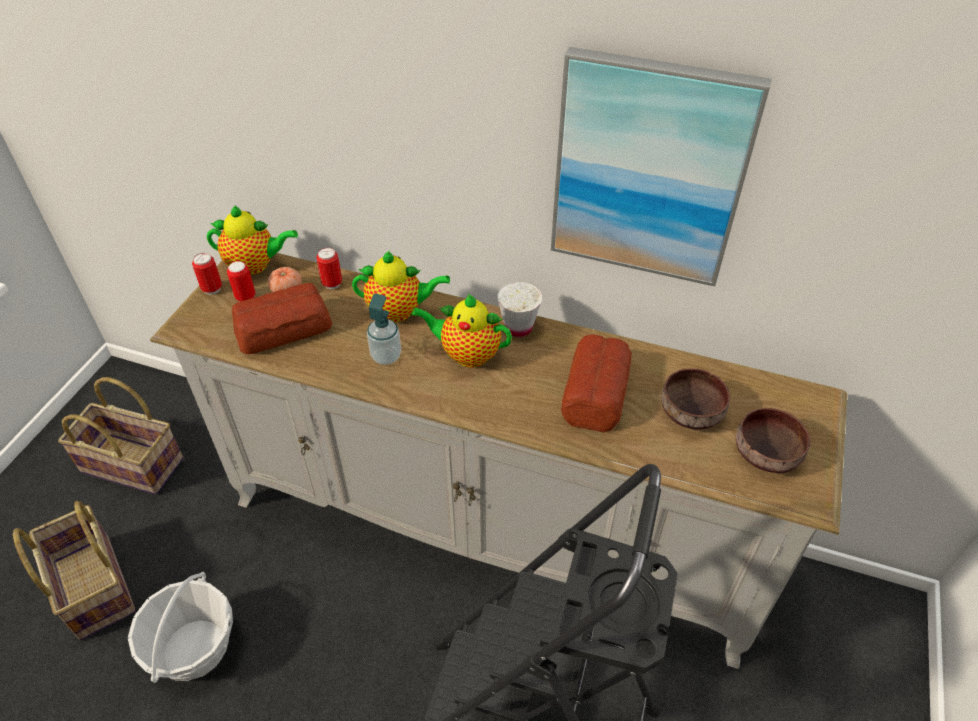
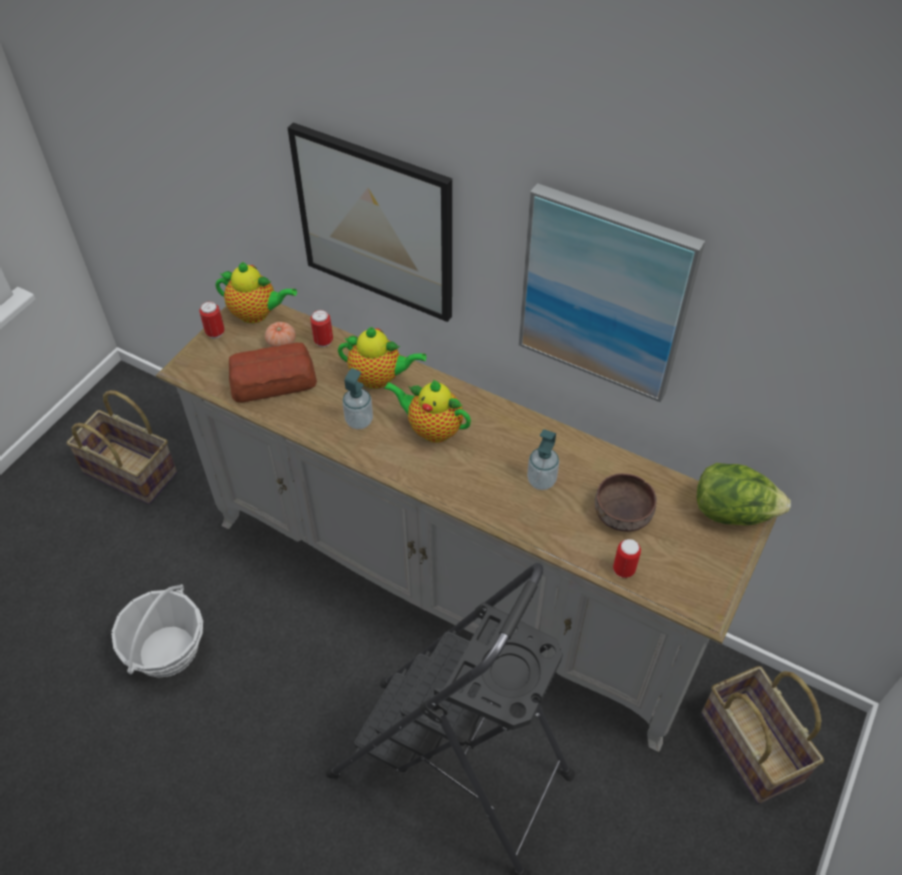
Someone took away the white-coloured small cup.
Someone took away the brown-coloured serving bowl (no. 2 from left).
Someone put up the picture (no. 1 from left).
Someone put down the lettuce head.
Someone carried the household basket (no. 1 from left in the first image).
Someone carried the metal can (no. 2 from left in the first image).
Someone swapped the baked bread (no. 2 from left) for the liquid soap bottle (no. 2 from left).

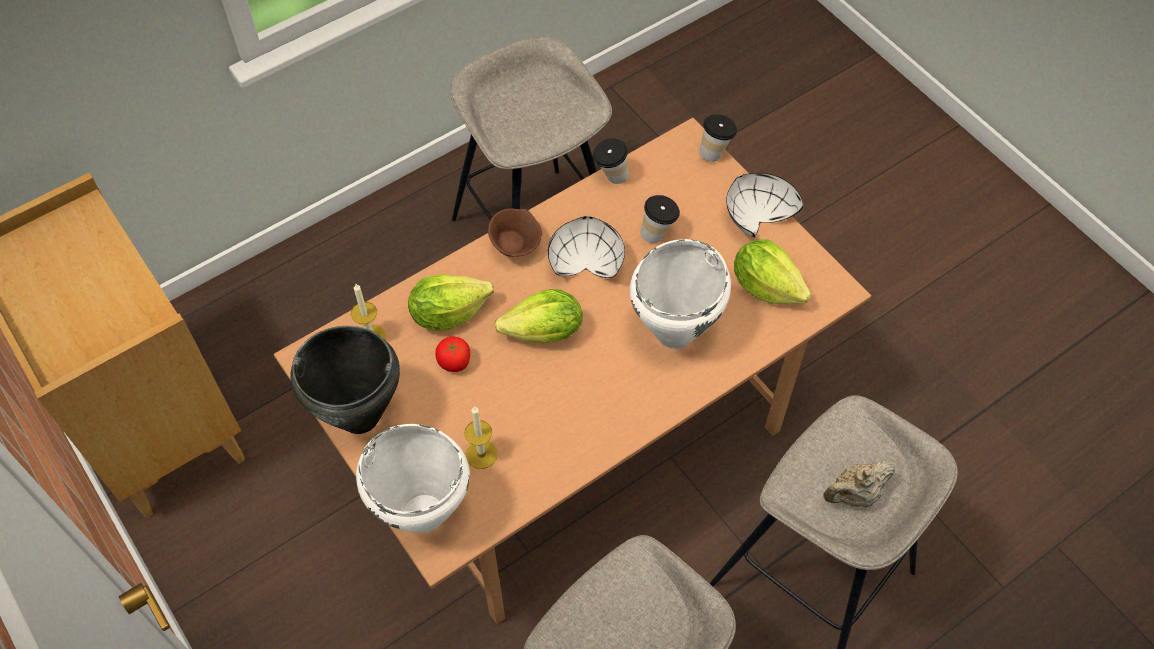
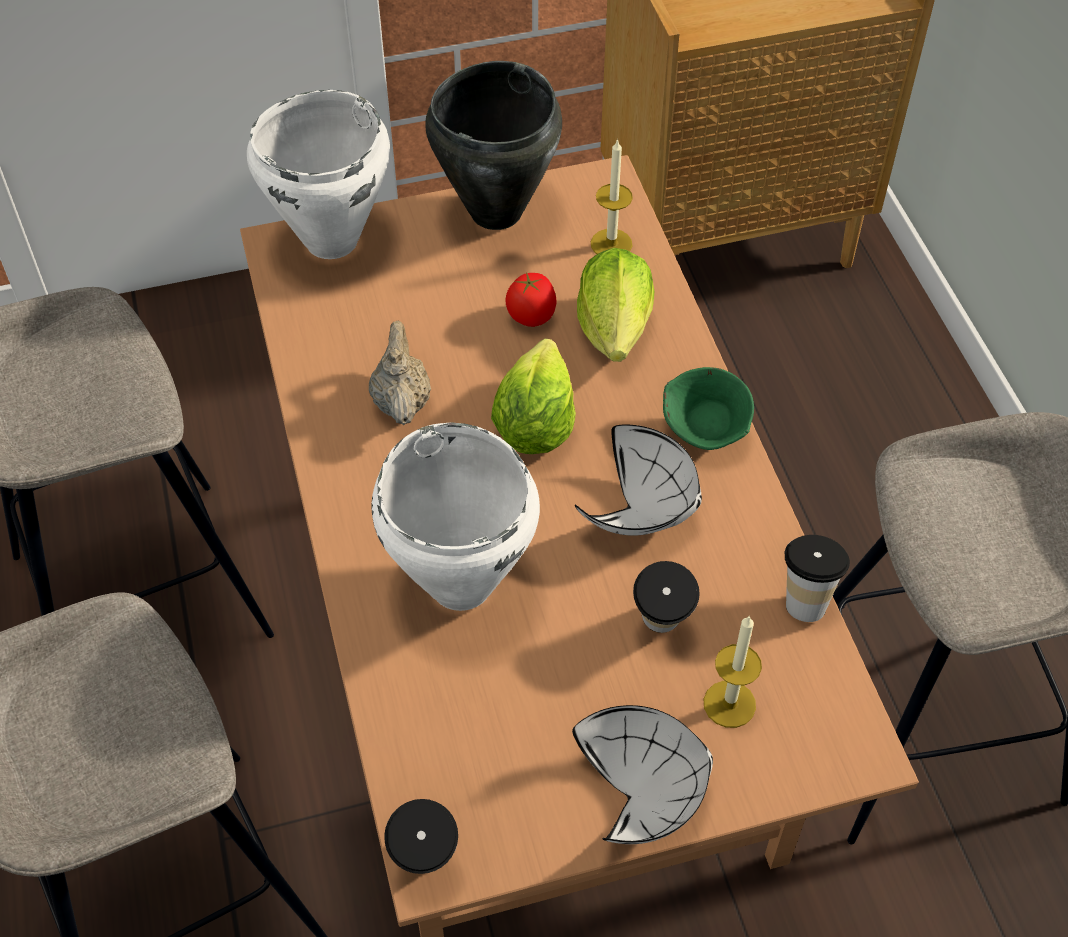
Someone took away the lettuce head (no. 3 from left).
Someone carried the wax candle (no. 2 from left).
Someone carried the small cup (no. 3 from left in the first image).
Someone carried the sand-coloured tea pot.
Someone repainted the brown-coloured serving bowl, which became the green-coloured serving bowl.

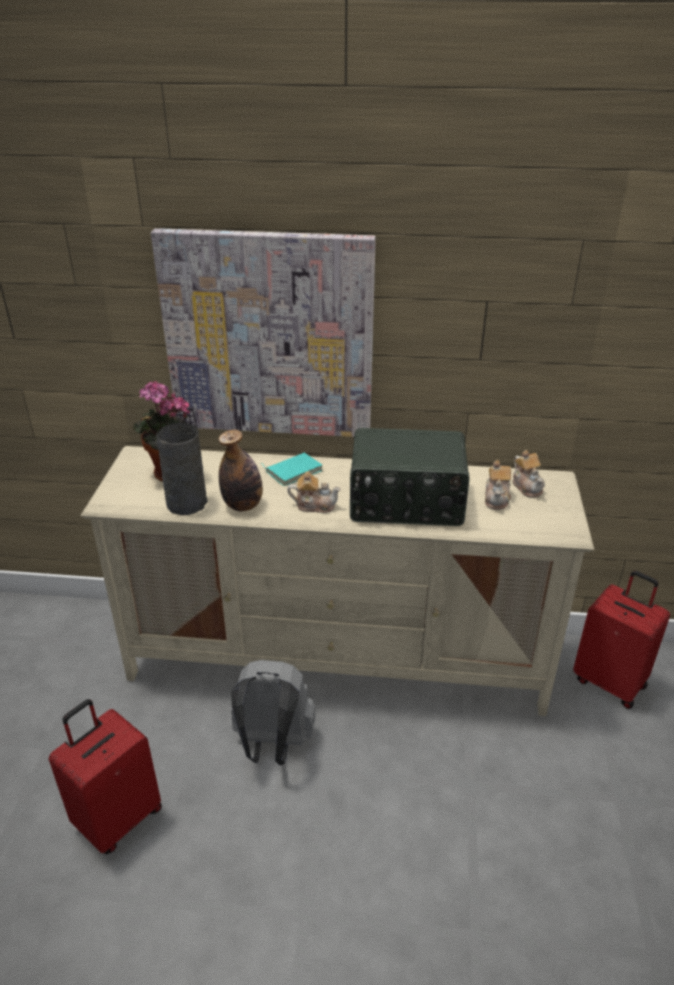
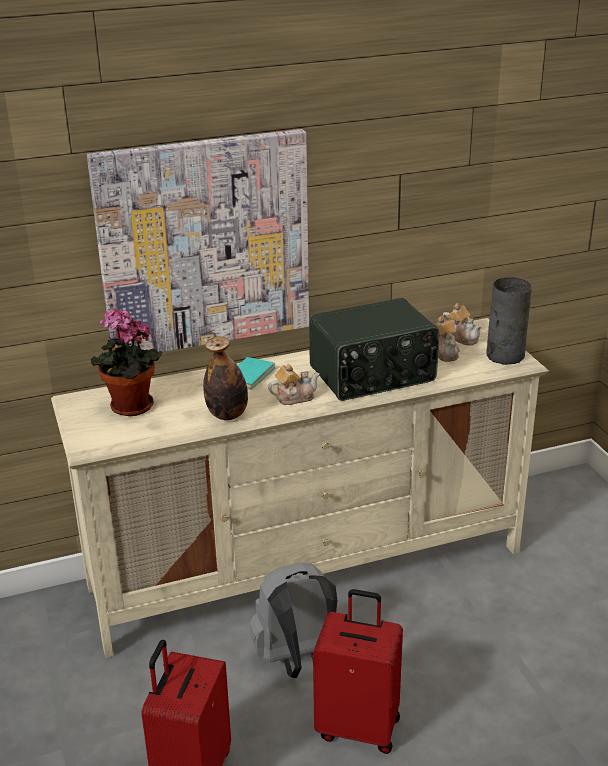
Someone carried the gray decorative vase.
Someone carried the reddish travel case (no. 2 from left).

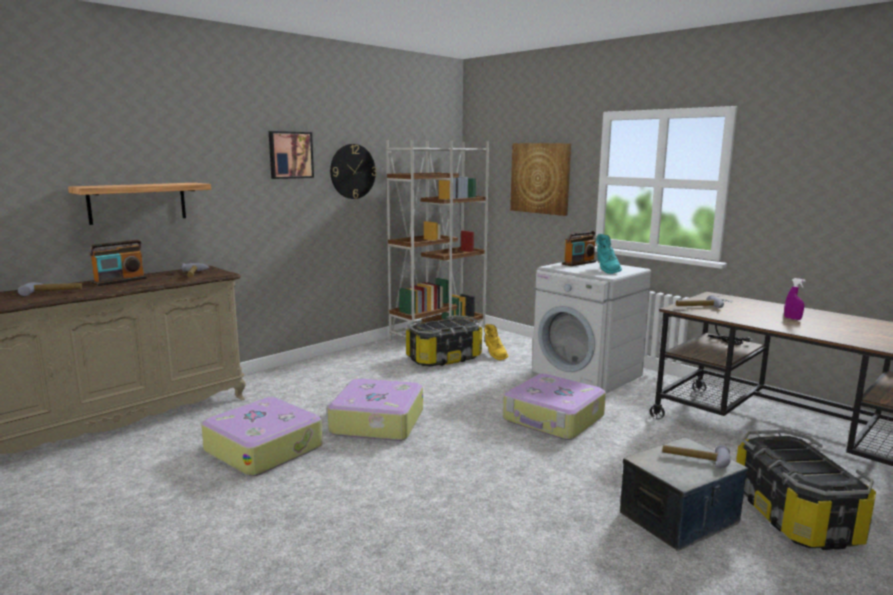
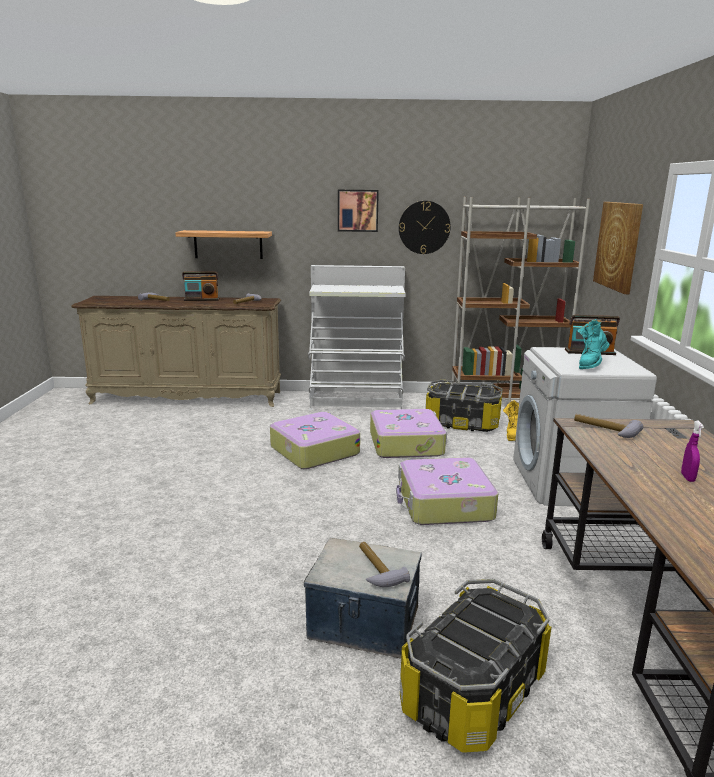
Someone put down the white-coloured shoe shelf.
Someone carried the travel case (no. 1 from left in the first image).

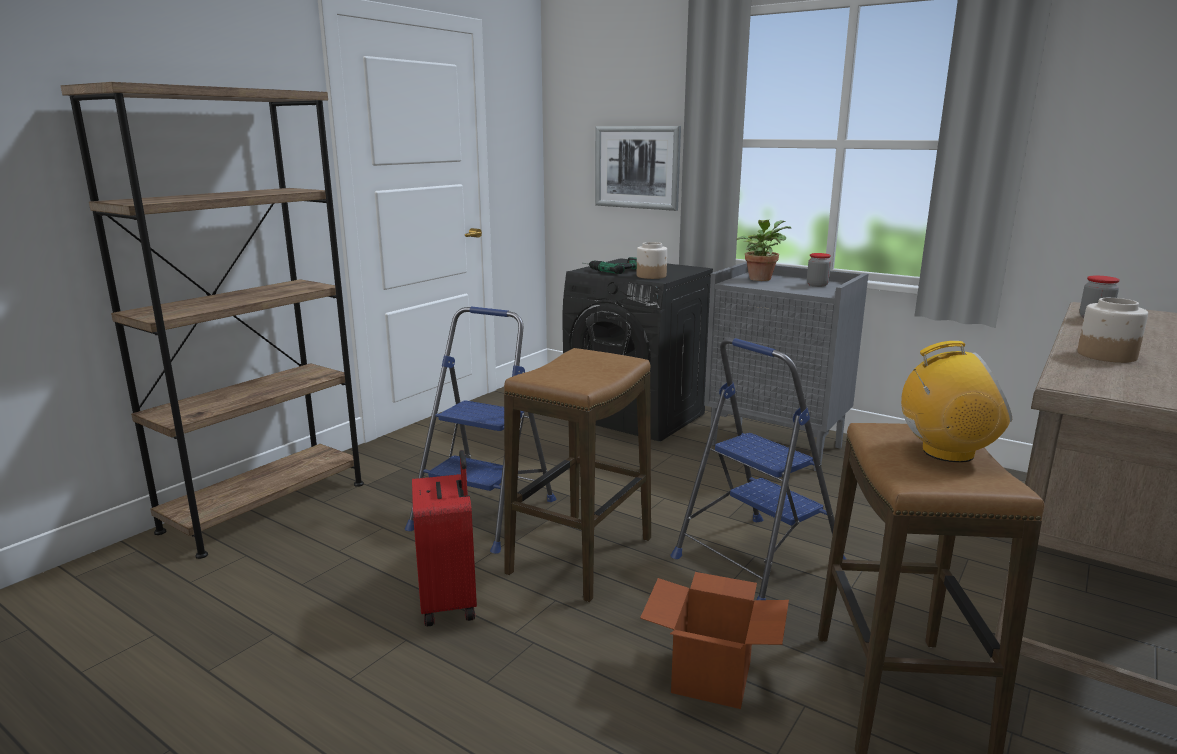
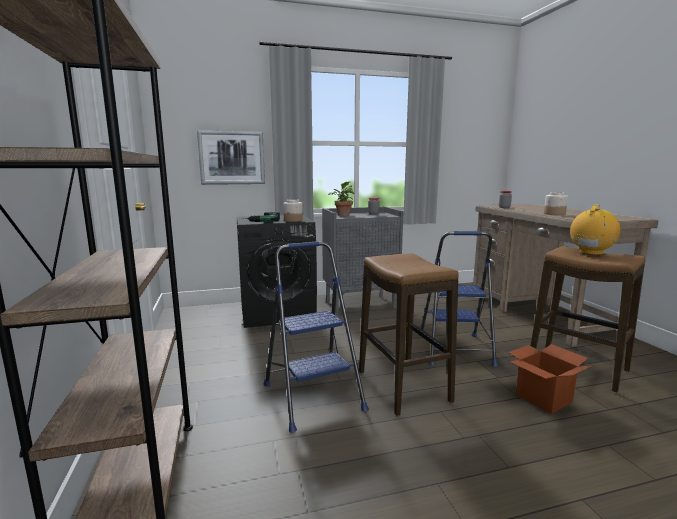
Someone took away the reddish travel case.

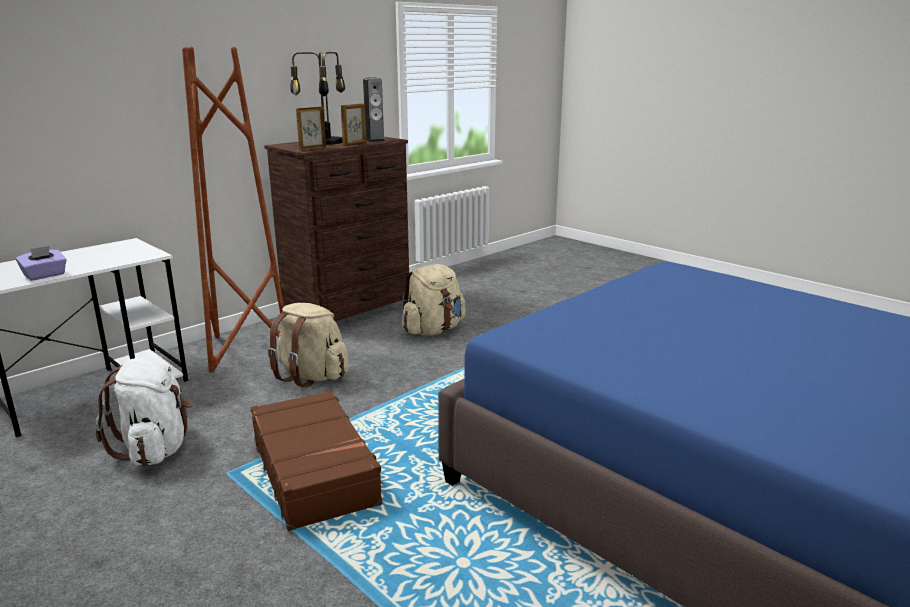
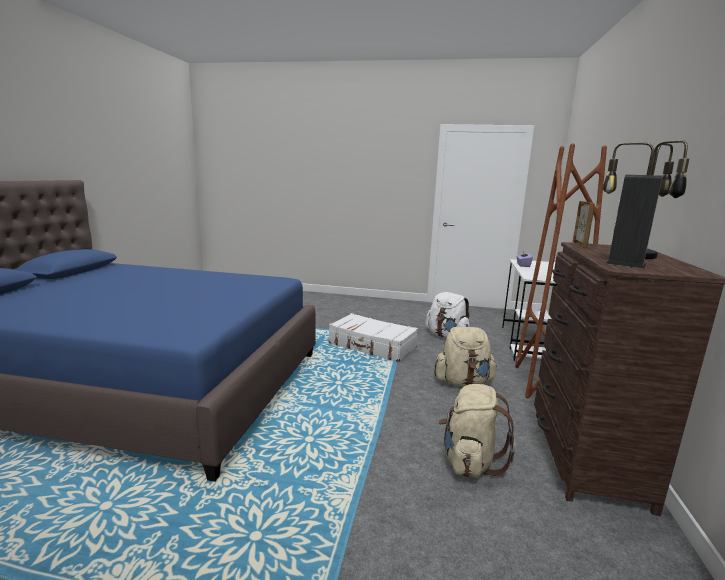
Someone took away the picture frame (no. 2 from left).
Someone repainted the brown-coloured travel case, which became the white-coloured travel case.

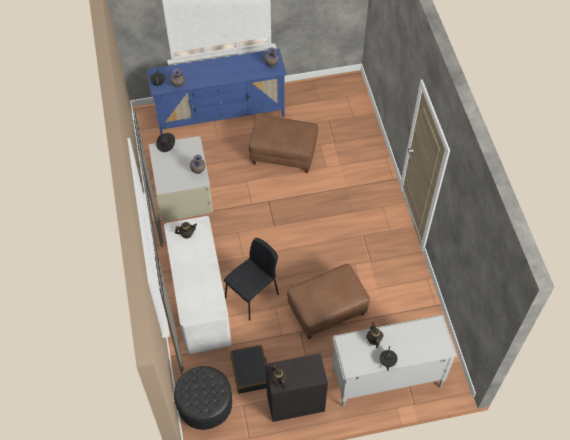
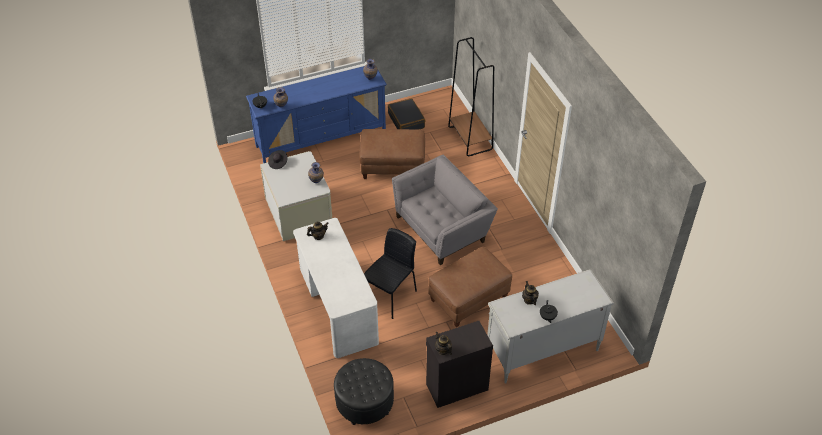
Someone put down the gray armchair.
Someone put down the garment rack.
Someone carried the blackish travel case.

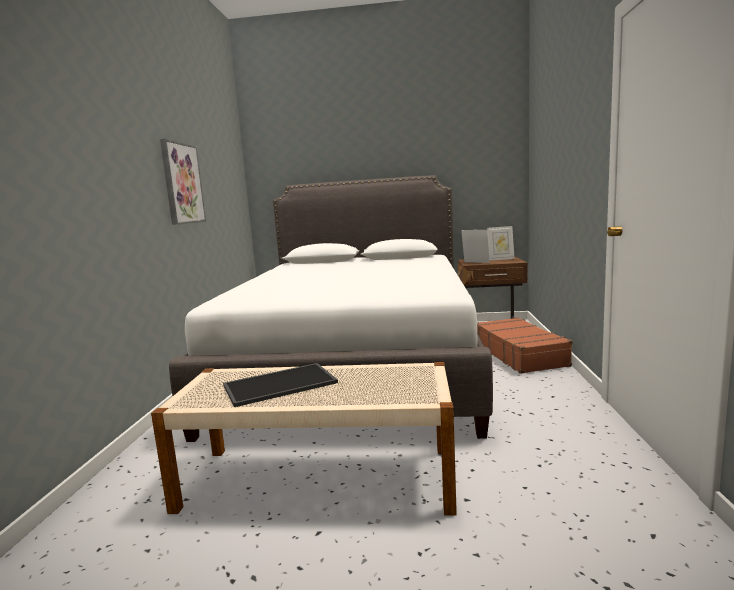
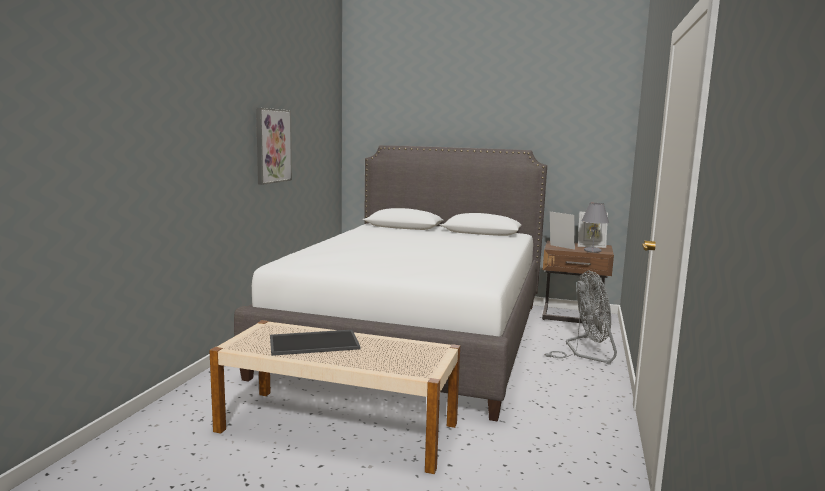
Someone put down the gray tabletop lamp.
Someone swapped the brown-coloured travel case for the gray cooling fan.

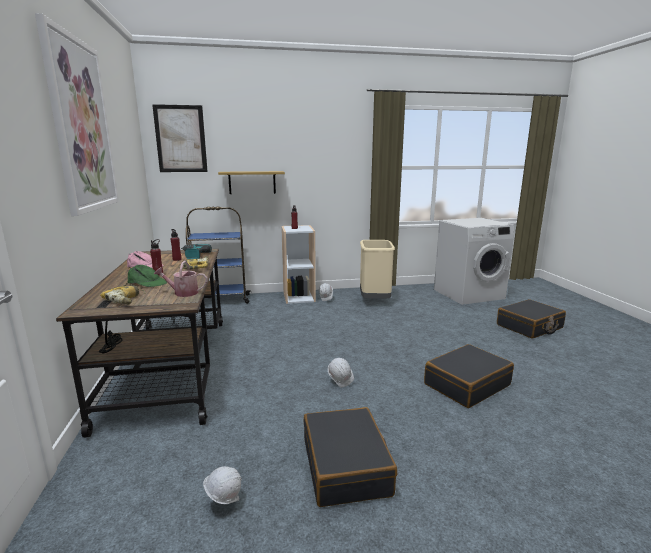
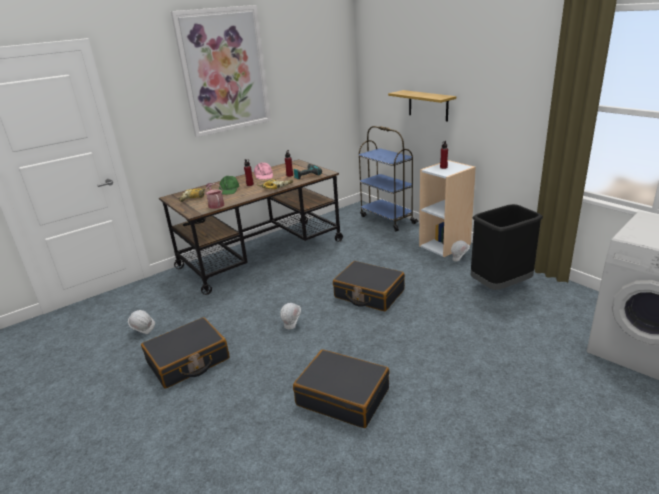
Someone took away the picture (no. 2 from left).
Someone carried the blackish travel case (no. 3 from left).
Someone repainted the sand-coloured waste bin, which became the blackish waste bin.

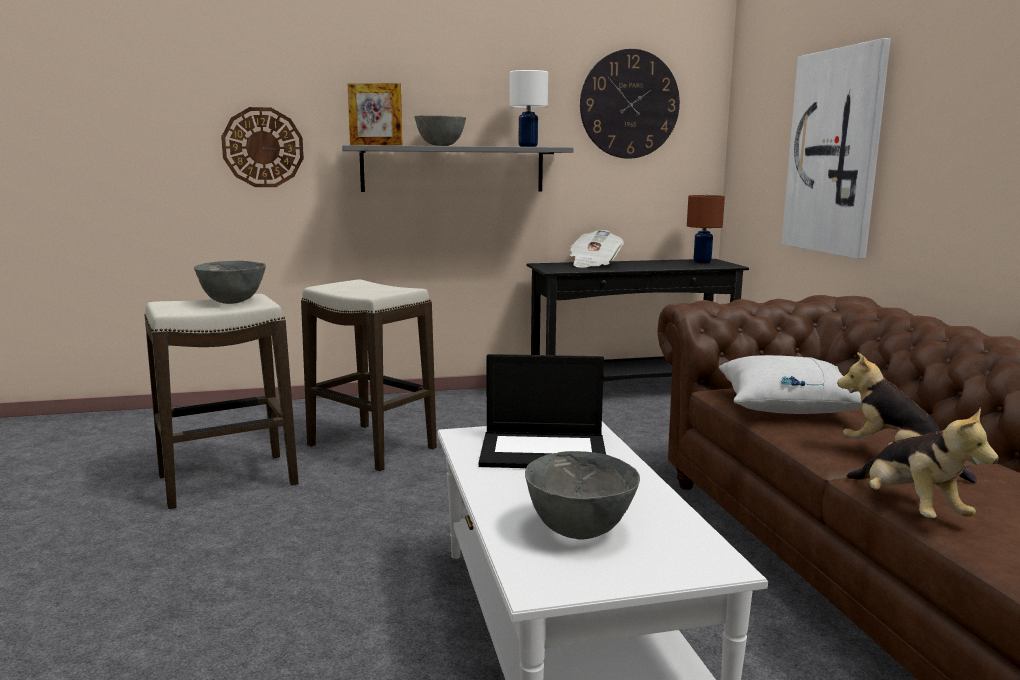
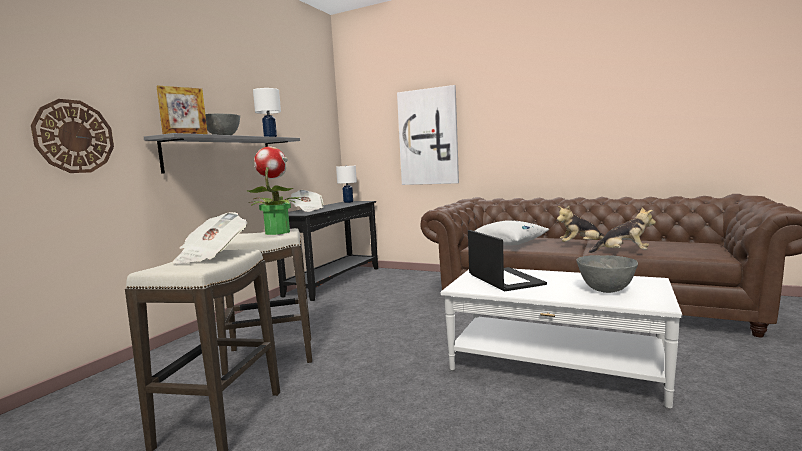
Someone took away the wall clock (no. 2 from left).
Someone put down the houseplant.
Someone swapped the gray serving bowl (no. 1 from left) for the newspaper (no. 1 from left).
Someone repainted the brown-coloured tabletop lamp, which became the white-coloured tabletop lamp (no. 2 from left).
Someone rotated the laptop by 60 degrees counterclockwise.

